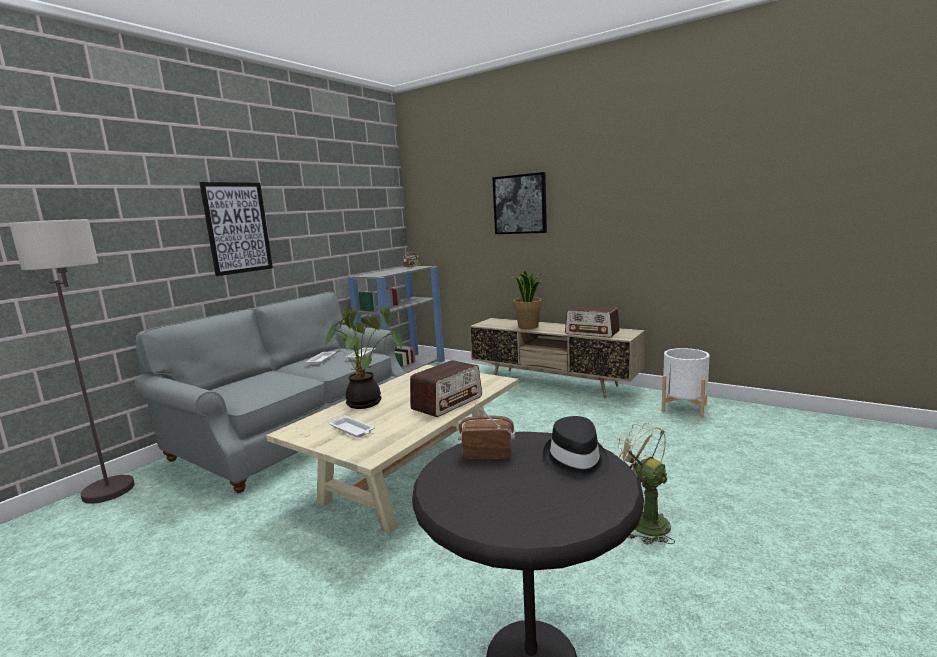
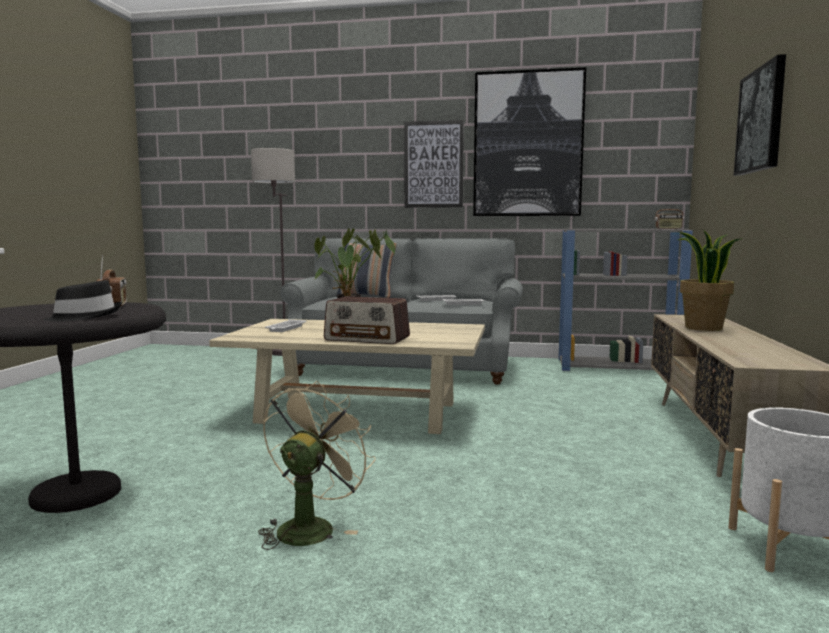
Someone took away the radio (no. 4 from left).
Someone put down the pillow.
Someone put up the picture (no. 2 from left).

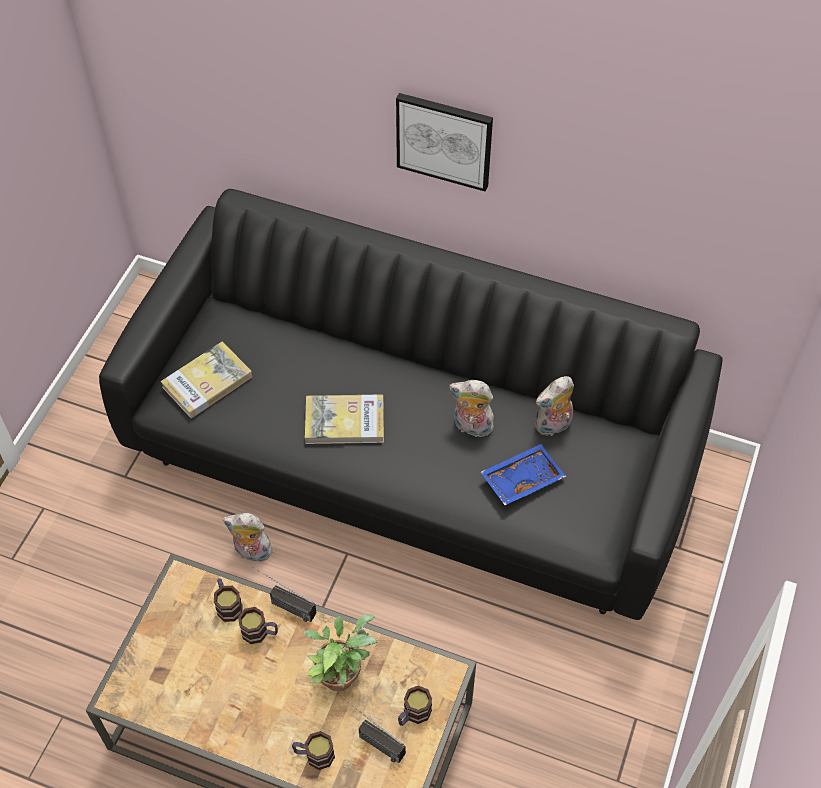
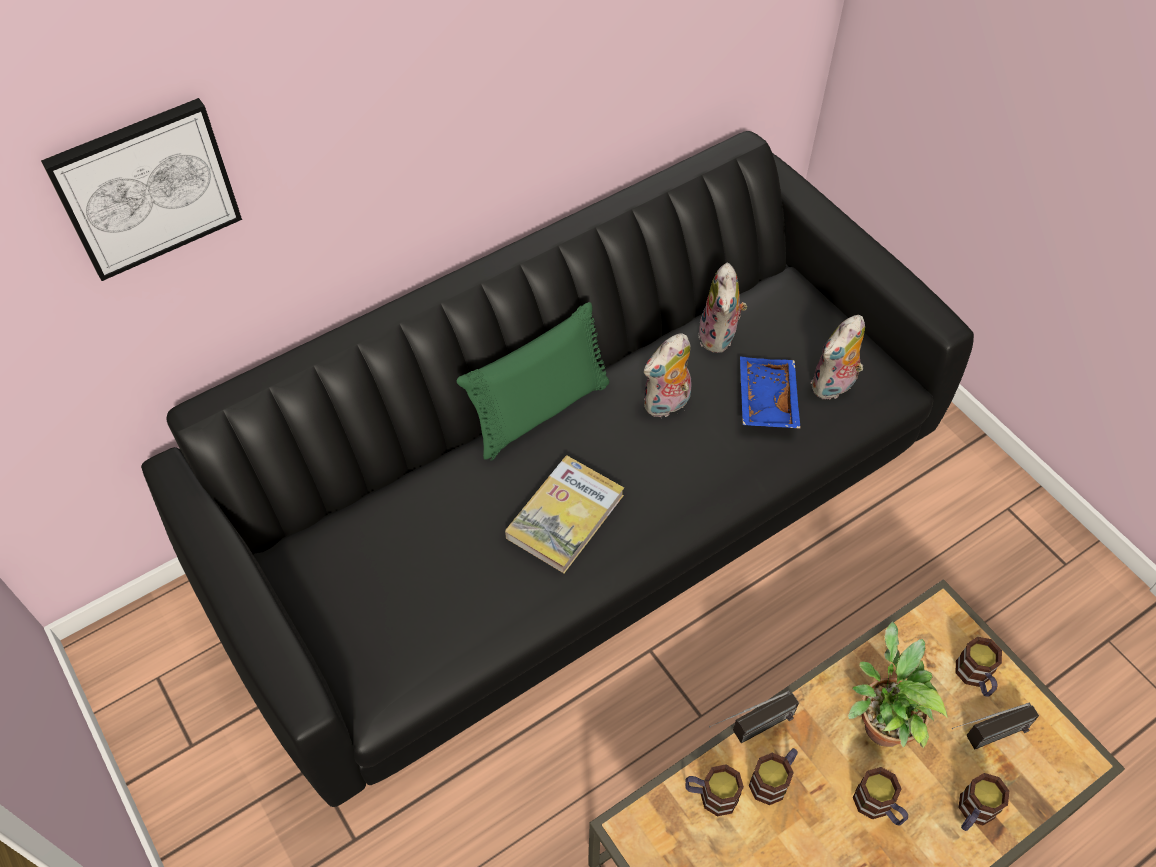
Someone took away the bound book (no. 1 from left).
Someone put down the green-coloured pillow.
Someone put down the tea mug (no. 3 from left).
Someone carried the soft toy (no. 1 from left in the first image).
Someone carried the picture.

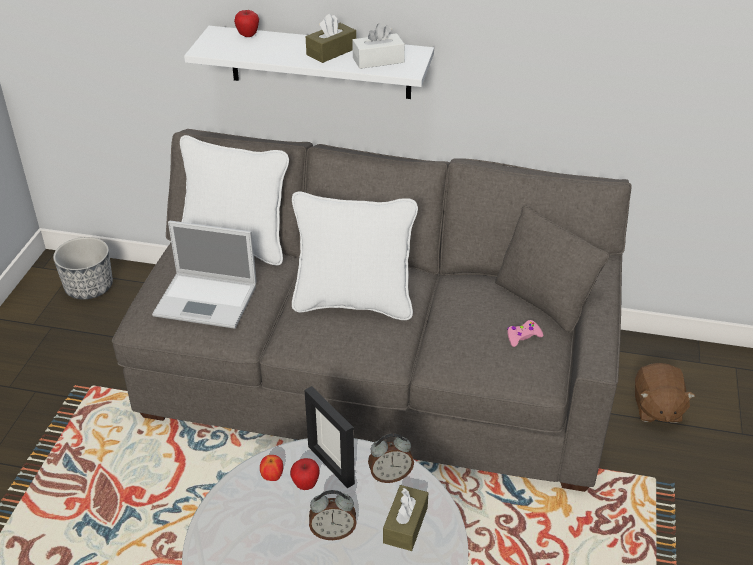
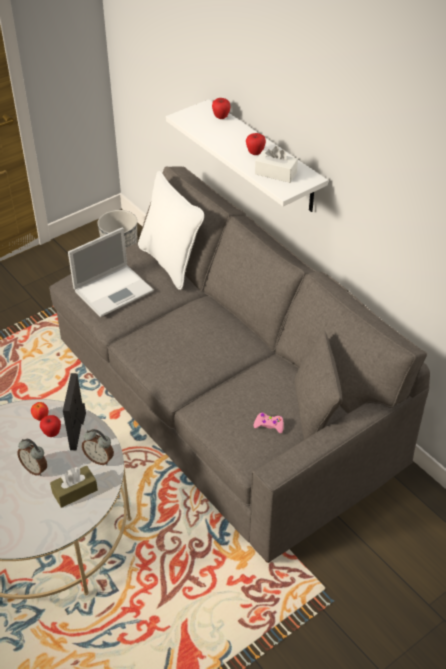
Someone took away the white-coloured pillow (no. 2 from left).
Someone took away the brown-coloured soft toy.
Someone swapped the brown-coloured tissue box (no. 1 from left) for the apple fruit (no. 4 from left).
Someone rotated the laptop by 90 degrees counterclockwise.

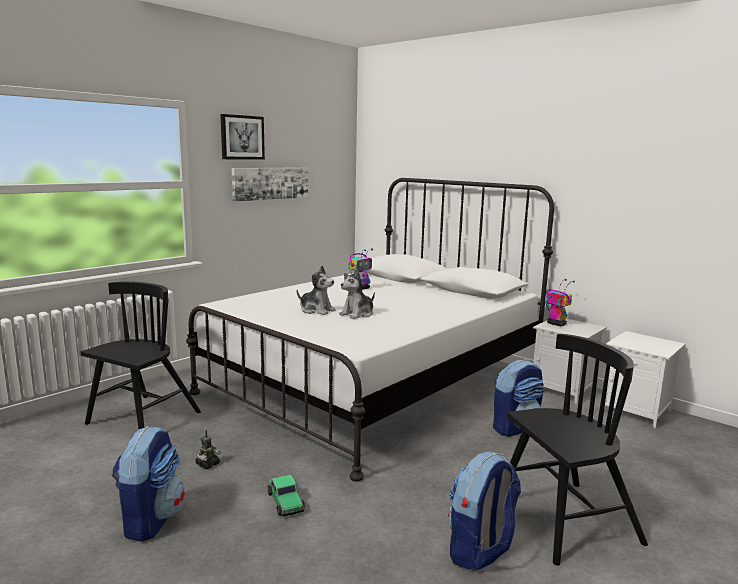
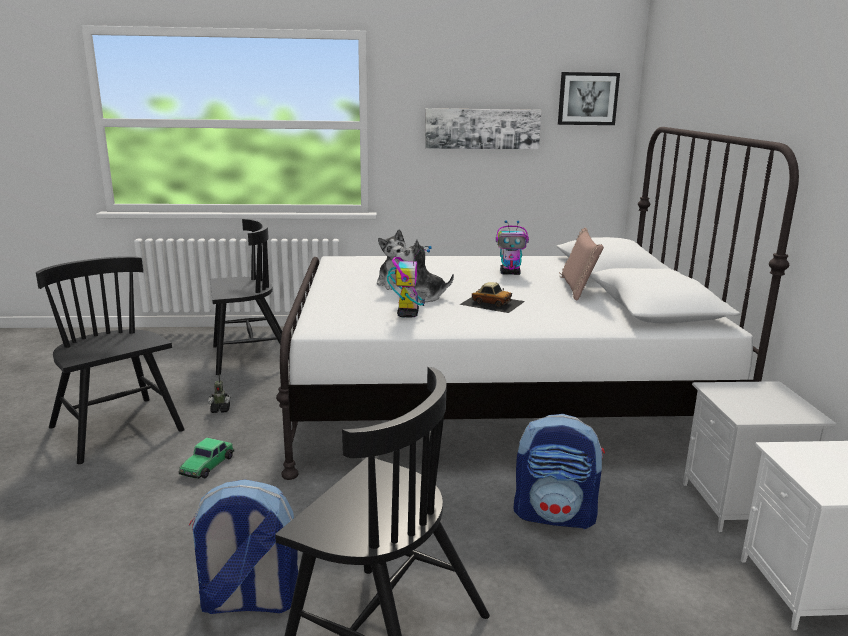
Someone put down the model car (no. 2 from left).
Someone put down the sand-coloured pillow.
Someone carried the picture (no. 1 from left in the first image).
Someone carried the model robot (no. 3 from left in the first image).
Someone swapped the knapsack (no. 1 from left) for the blackish upright chair (no. 1 from left).

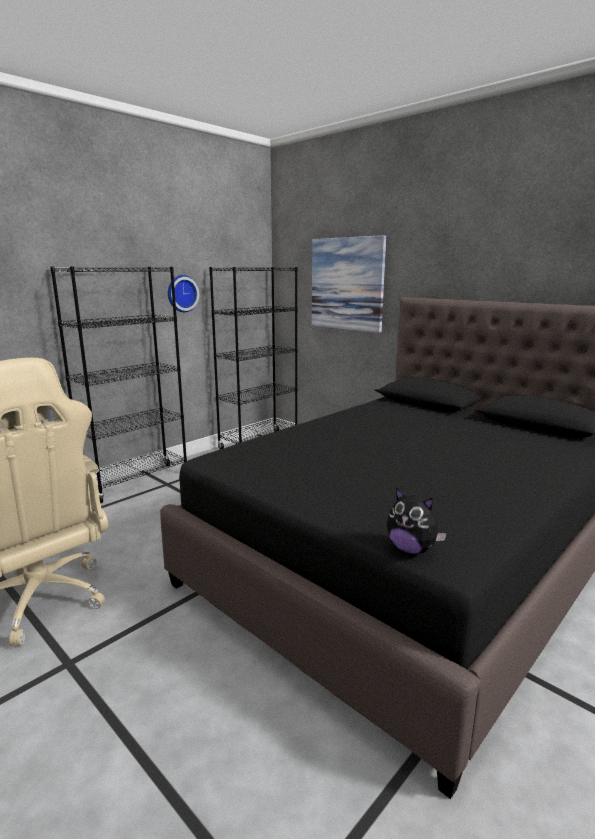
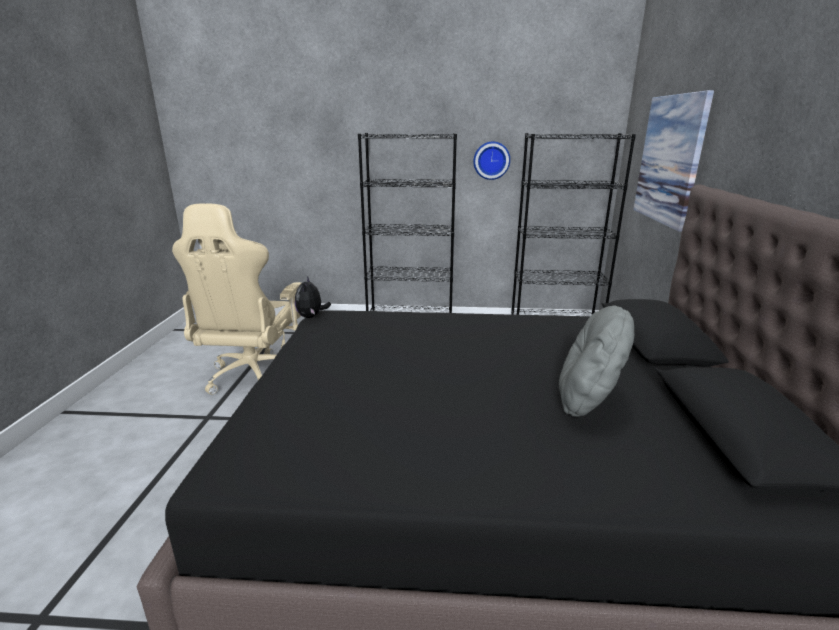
Someone put down the gray pillow.
Someone carried the soft toy.

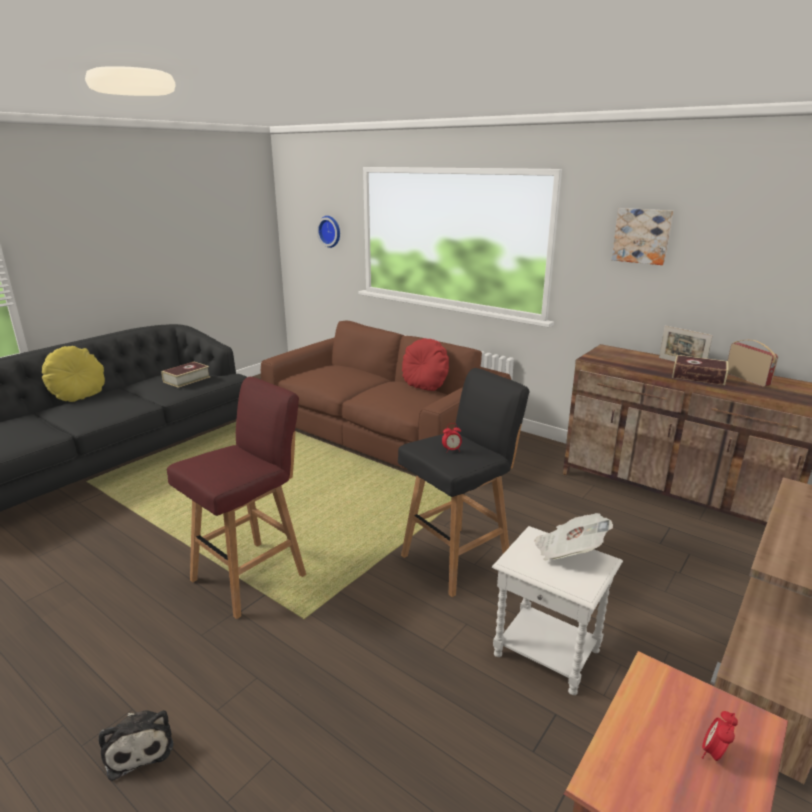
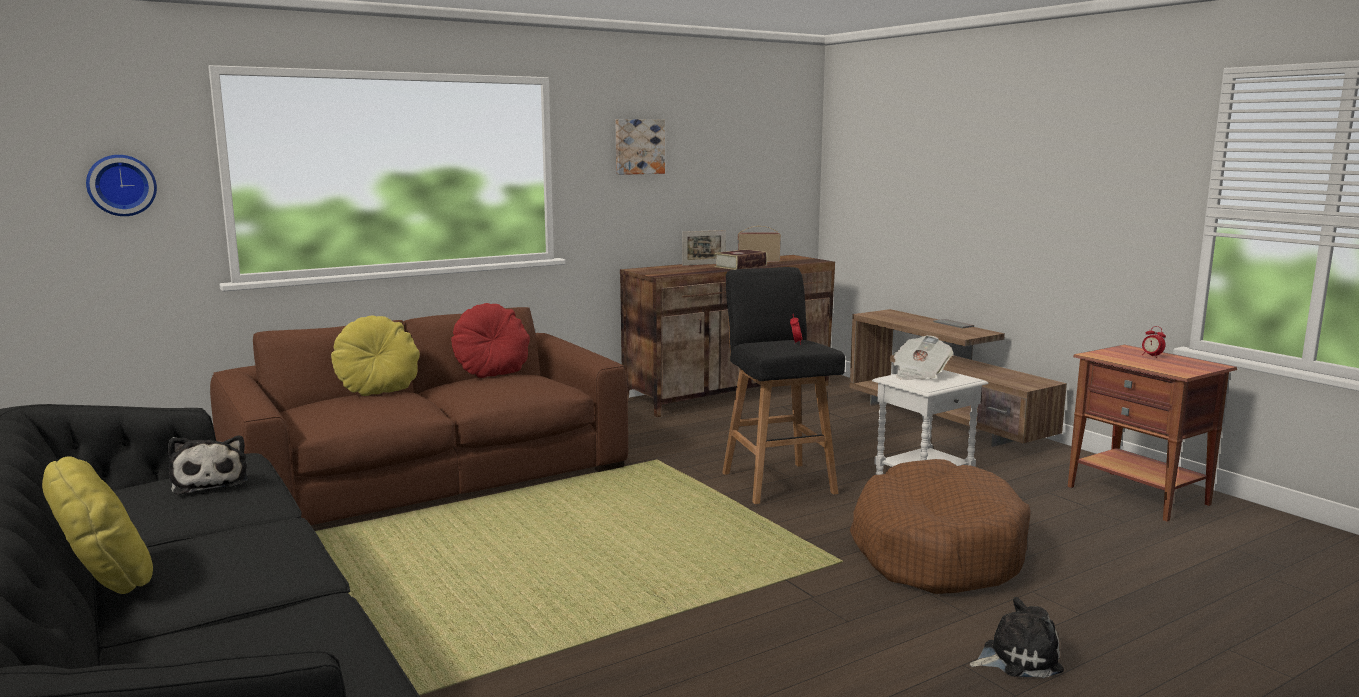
Someone took away the reddish sitting stool.
Someone put down the yellowish pillow (no. 2 from left).
Someone put down the brown-coloured dog bed.
Someone swapped the bound book (no. 1 from left) for the soft toy (no. 1 from left).

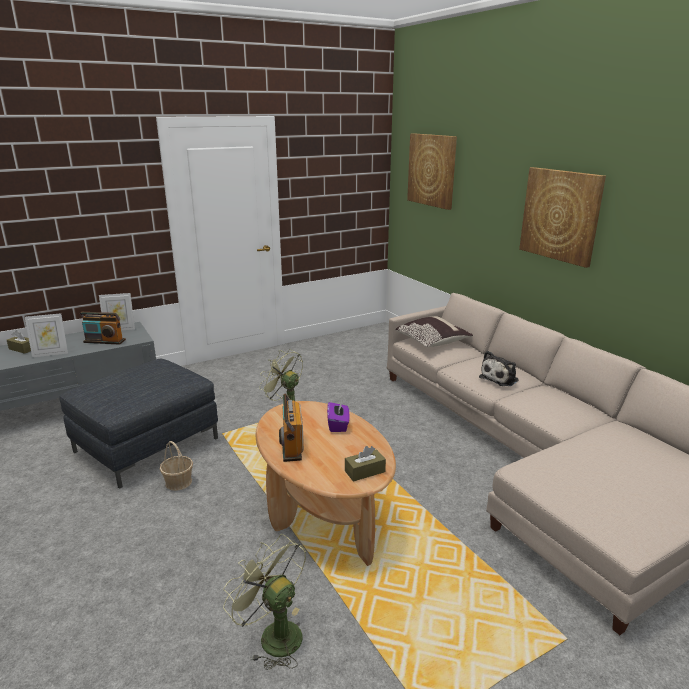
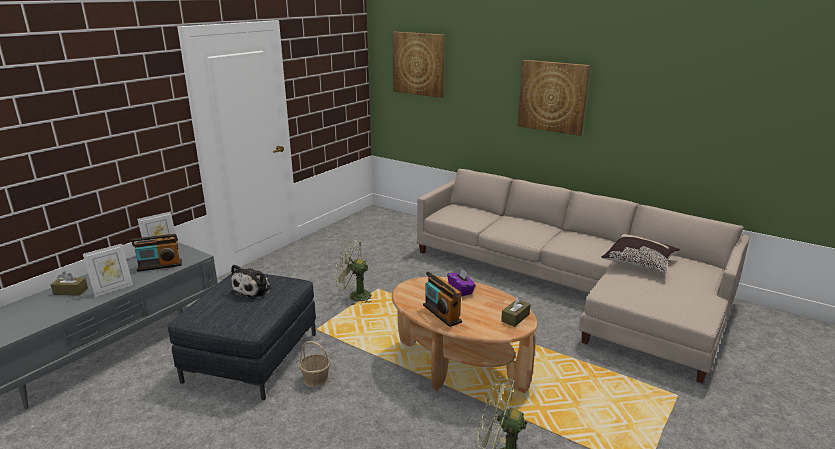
Someone carried the pillow.
Someone carried the soft toy.

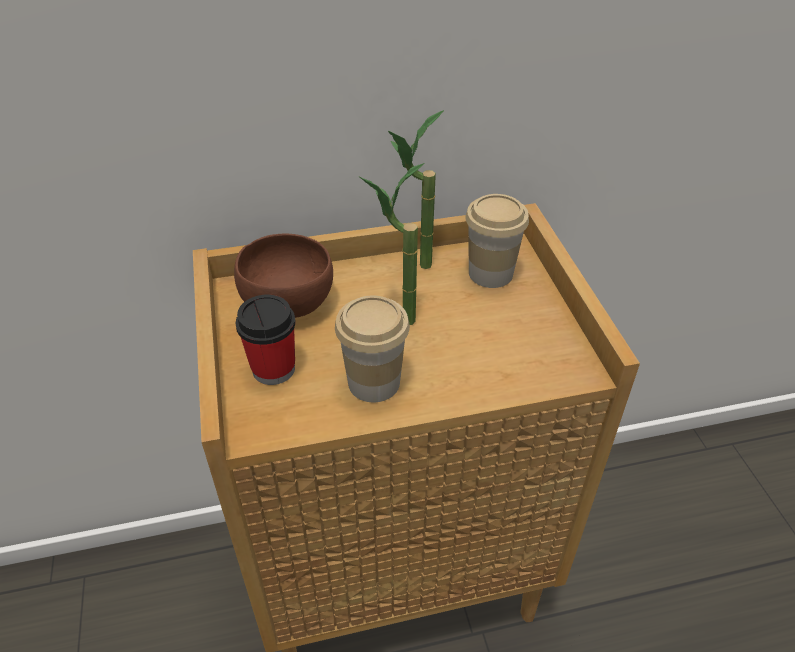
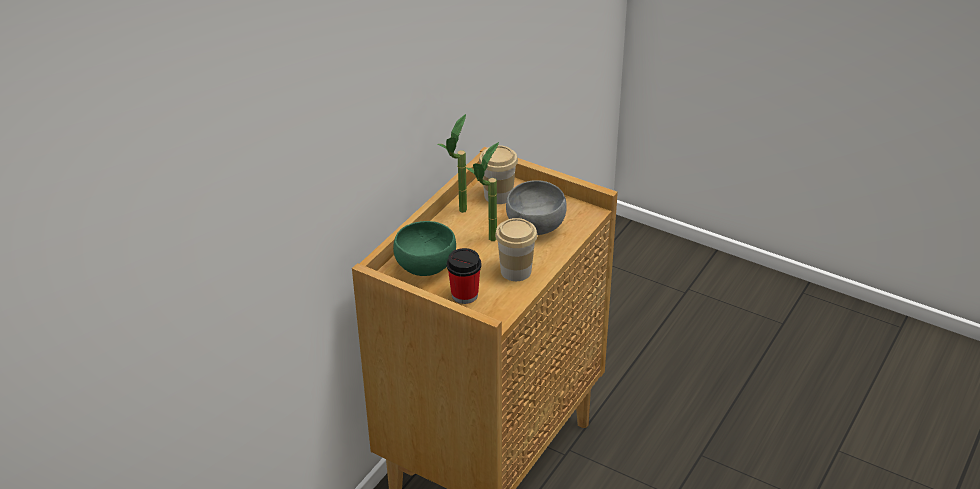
Someone put down the gray serving bowl.
Someone repainted the brown-coloured serving bowl, which became the green-coloured serving bowl.

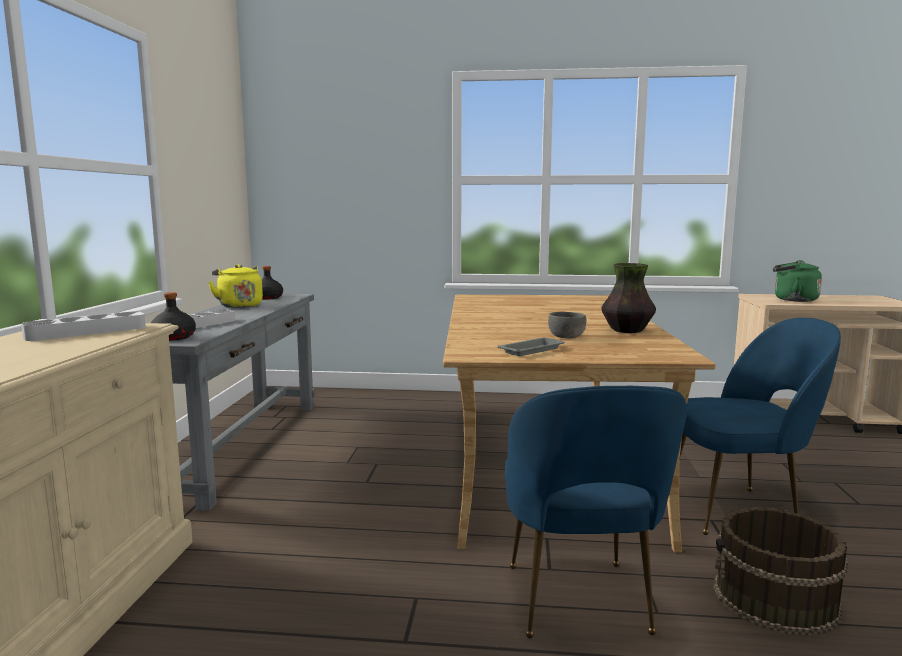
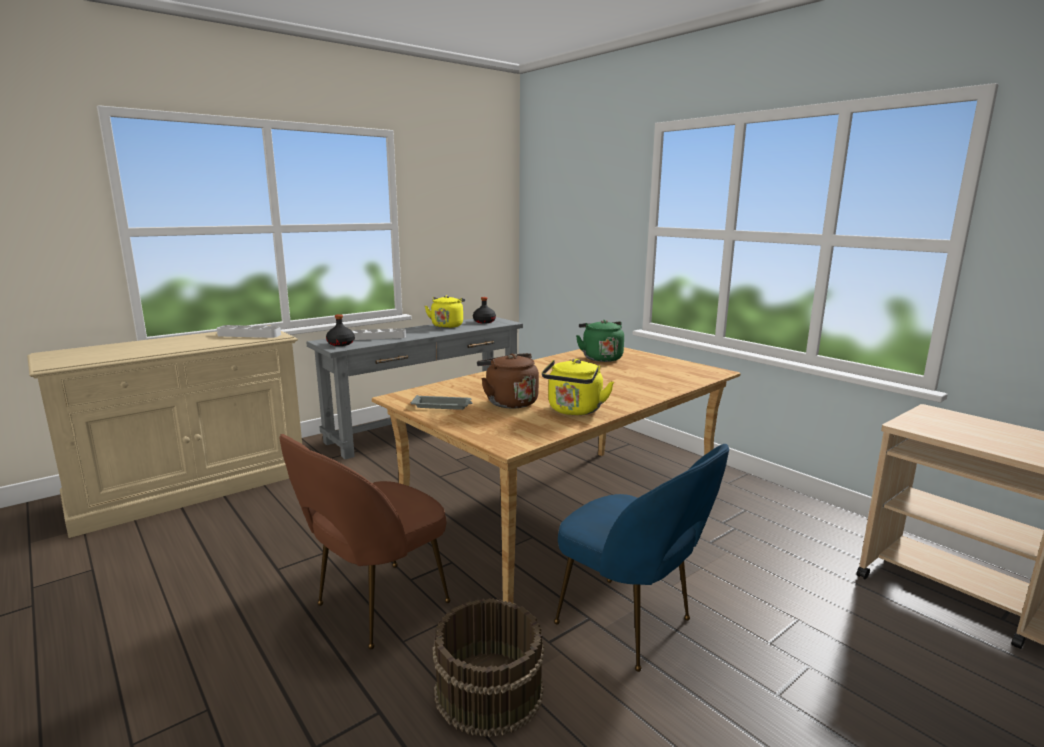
Someone carried the green-coloured tea kettle.
Someone swapped the gray serving bowl for the brown-coloured tea kettle.
Someone swapped the decorative vase for the yellowish tea kettle (no. 2 from left).
Someone repainted the bluish upright chair (no. 1 from left), which became the brown-coloured upright chair.

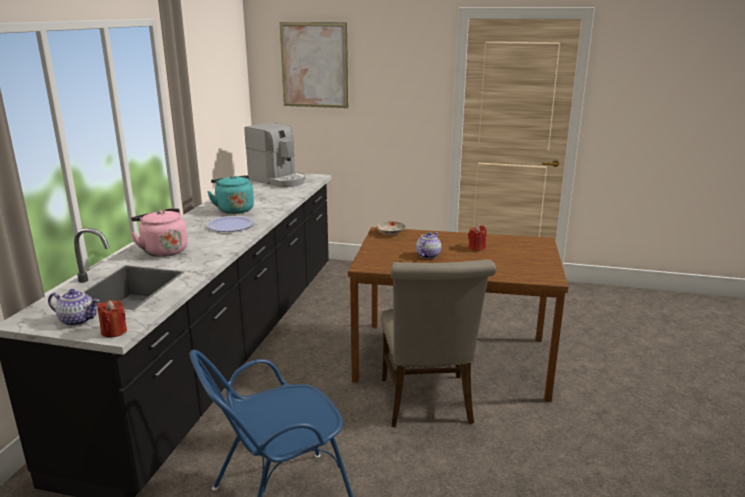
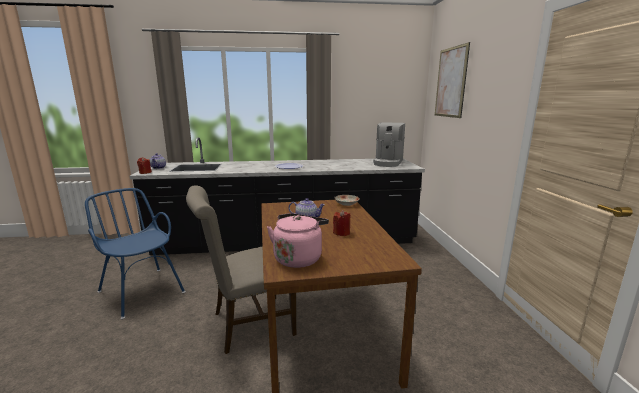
Someone took away the blue-green tea kettle.
Someone carried the pinkish tea kettle.

